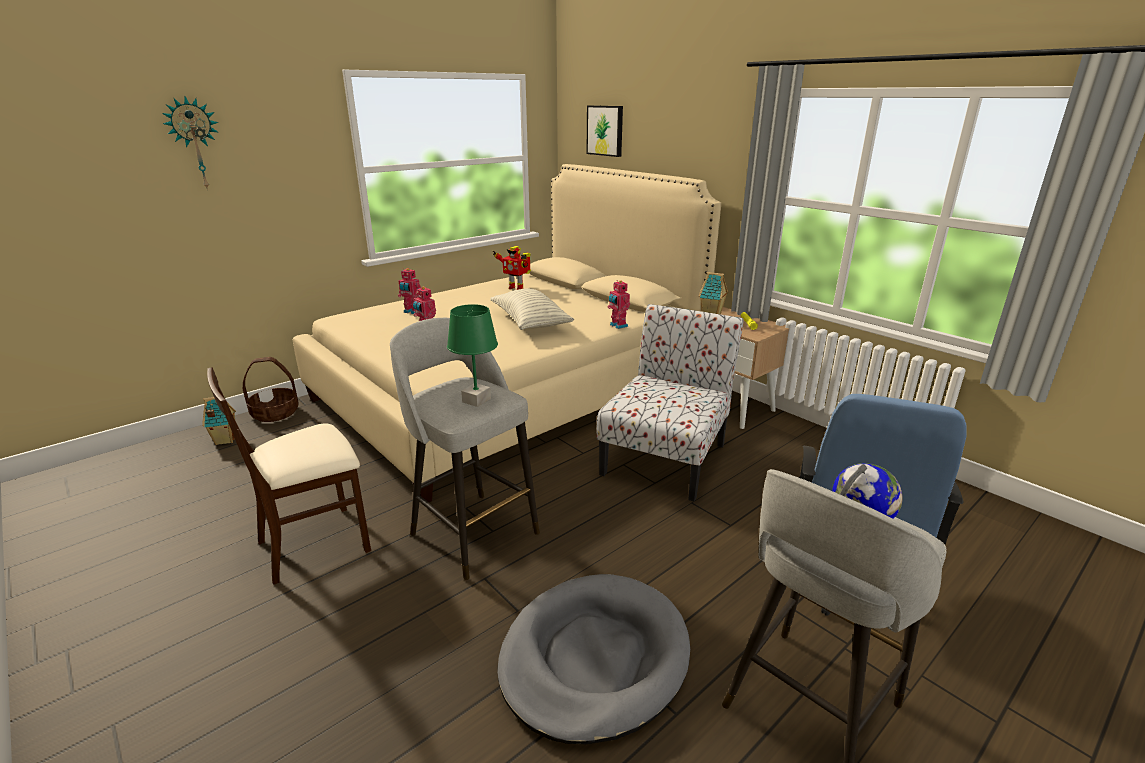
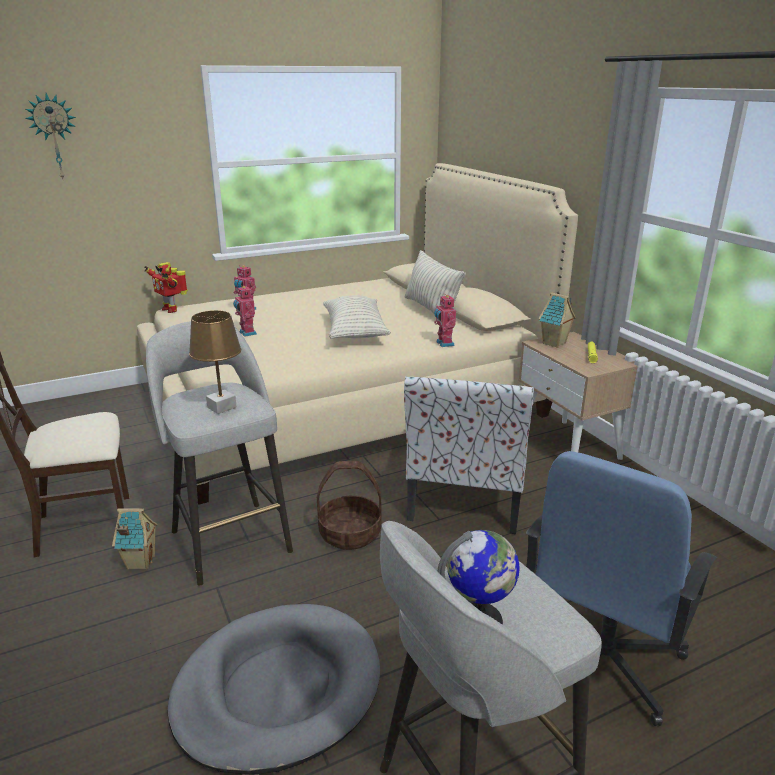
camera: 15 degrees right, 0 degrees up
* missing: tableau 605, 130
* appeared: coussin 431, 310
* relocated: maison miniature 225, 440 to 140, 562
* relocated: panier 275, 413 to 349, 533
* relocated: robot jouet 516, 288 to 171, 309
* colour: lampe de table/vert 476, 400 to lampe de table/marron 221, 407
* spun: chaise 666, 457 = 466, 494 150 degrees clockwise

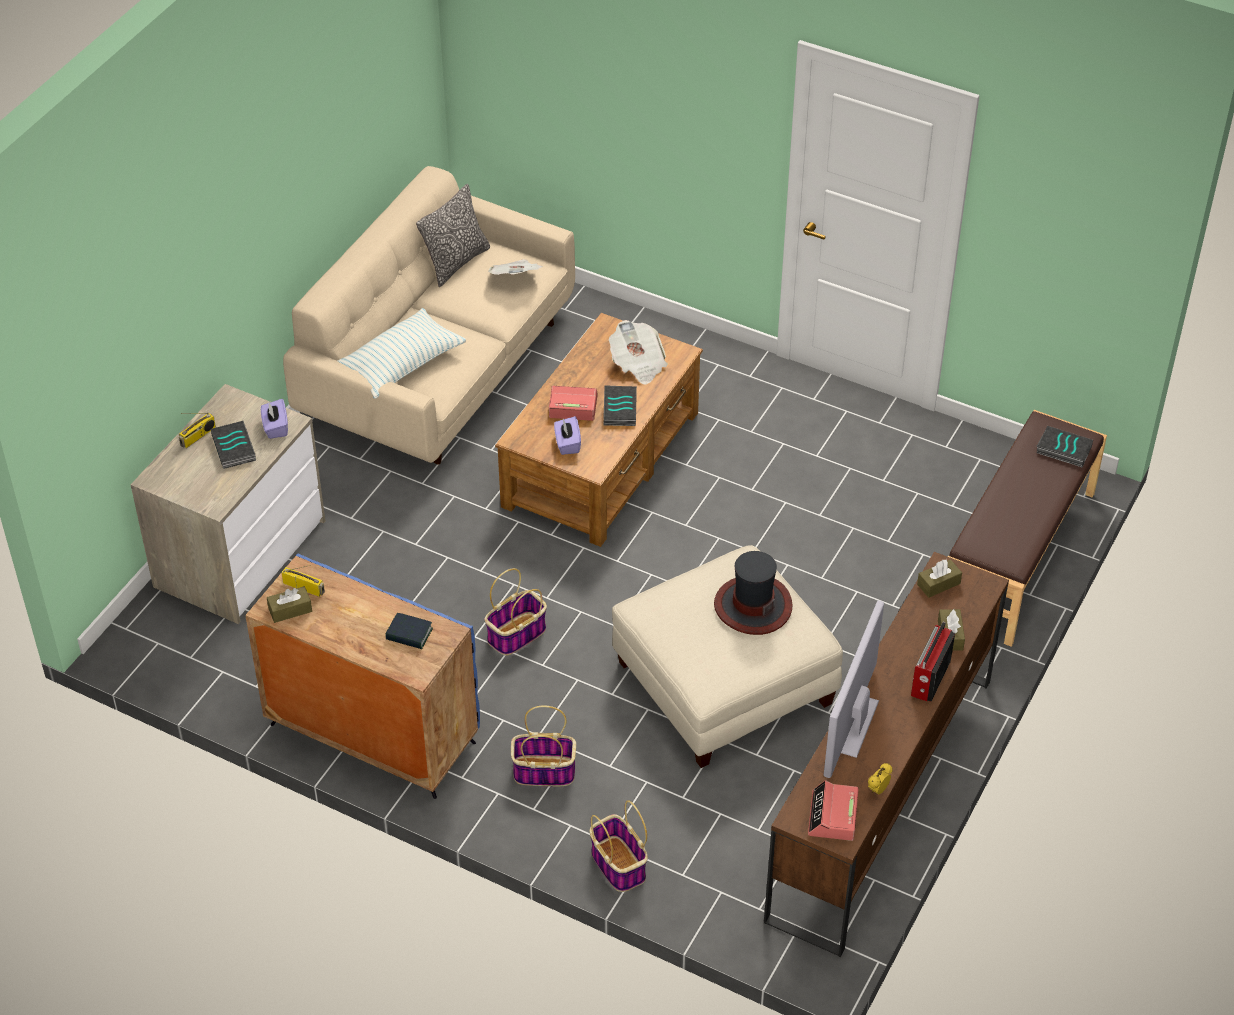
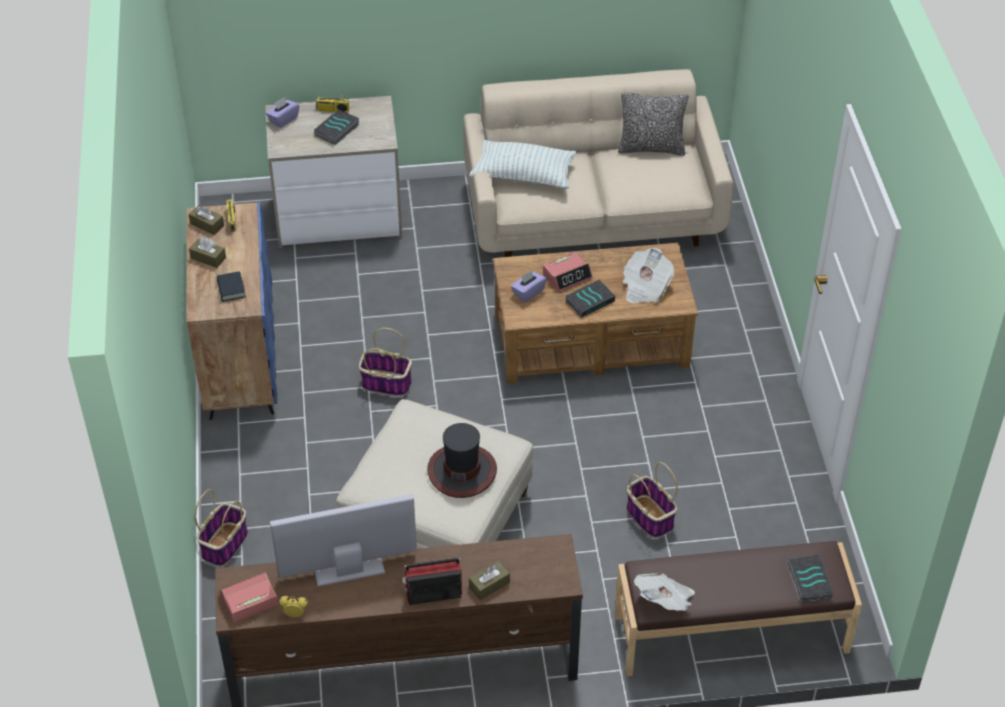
camera: 55 degrees right, 0 degrees up
* relocated: boîte à mouchoirs/violet 275, 427 to 283, 119
* relocated: journal 515, 278 to 665, 601
* relocated: panier 543, 772 to 649, 517
* relocated: boîte à mouchoirs/marron 938, 584 to 208, 258
* spun: réveil 572, 407 = 567, 276 90 degrees clockwise

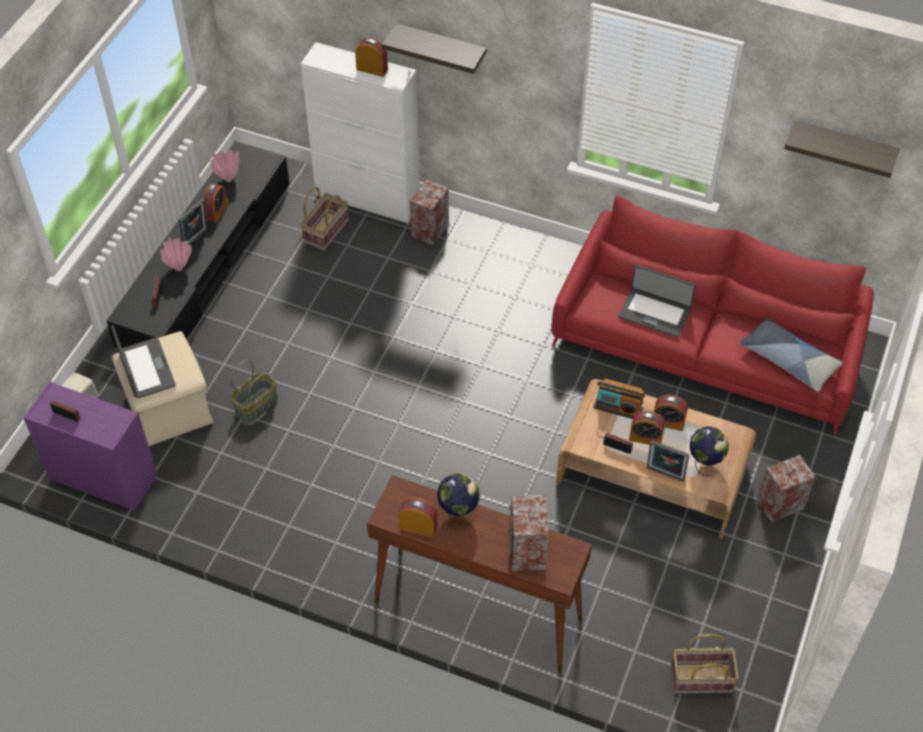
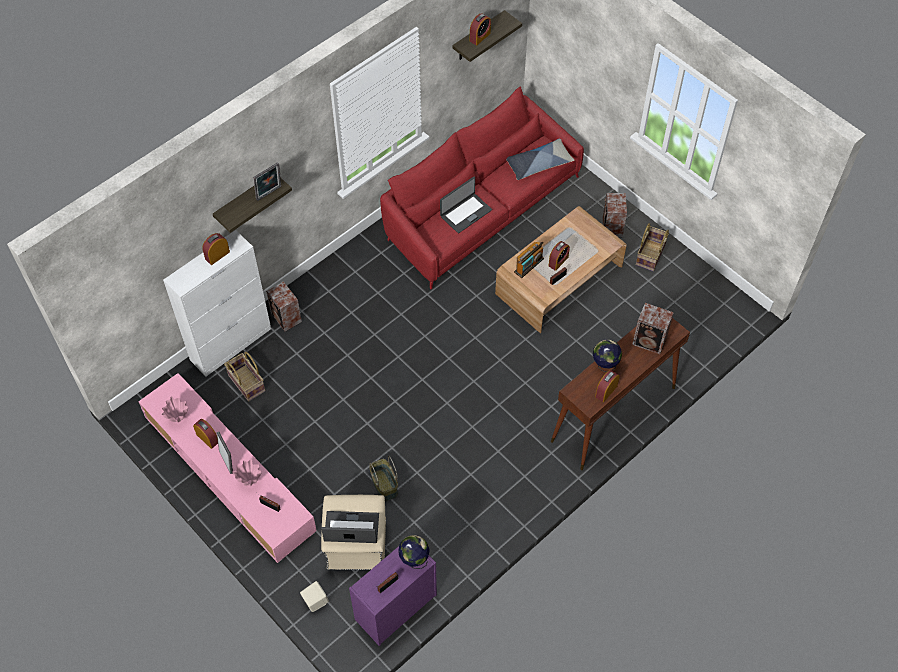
camera: 65 degrees left, 5 degrees up
* relocated: cadre photo 664, 475 to 269, 194
* relocated: réveil 668, 422 to 480, 37
* relocated: panier 701, 680 to 650, 255
* relocated: globe 705, 462 to 414, 560
* colour: meuble télé/noir 206, 263 to meuble télé/rose 228, 473

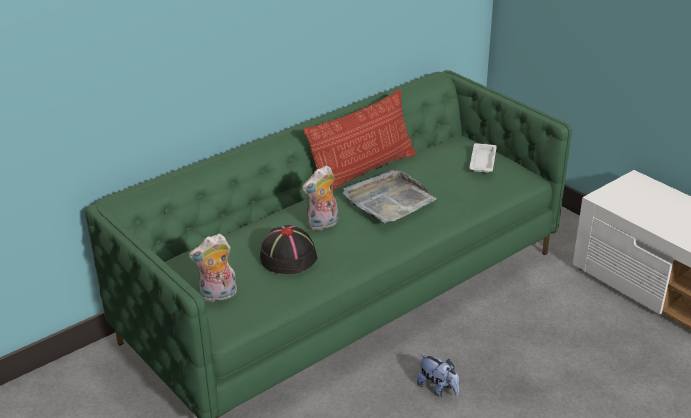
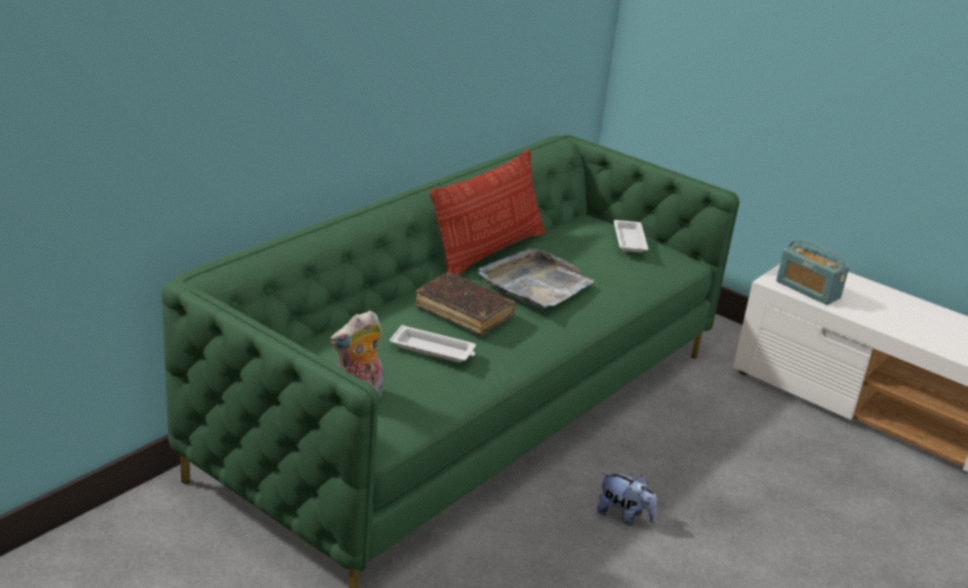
camera: 15 degrees left, 5 degrees down
* appeared: radio 807, 290
* exchanged: chapeau/noir 288, 257 to plateau/blanc 434, 349
* exchanged: peluche 322, 225 to livre/marron 464, 312

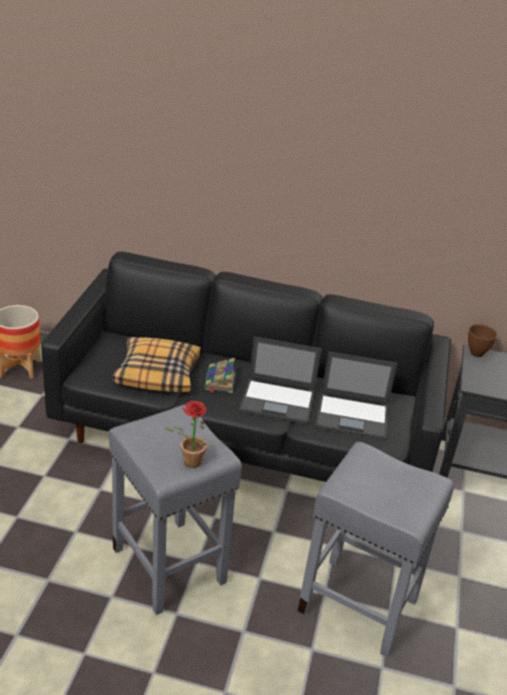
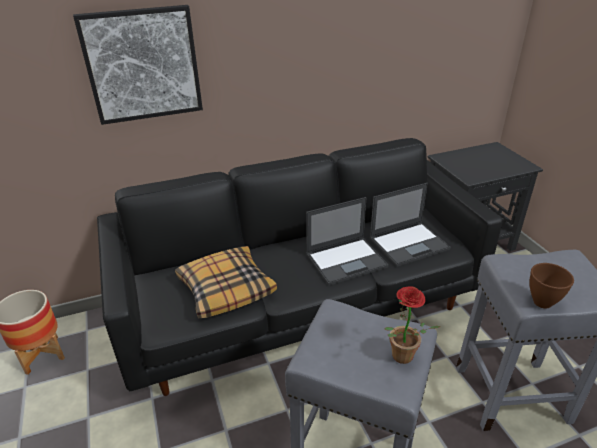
camera: 30 degrees left, 0 degrees up
* missing: livre 220, 382
* appeared: tableau 143, 65
* relocated: bol/marron 476, 353 to 543, 303

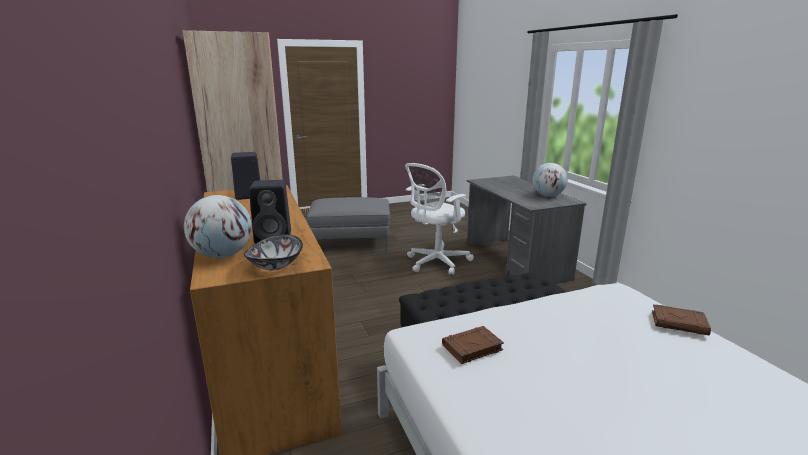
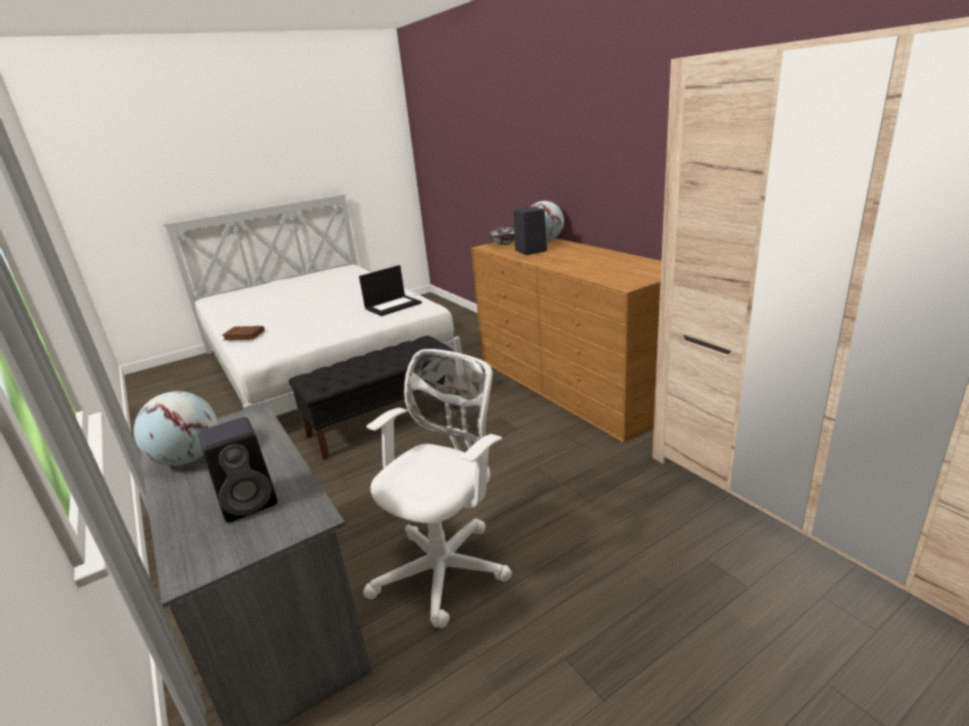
camera: 170 degrees right, 5 degrees up
* missing: pouf/gris 351, 243
* relocated: enceinte/noir 247, 196 to 251, 501
* exchanged: livre/marron 471, 348 to ordinateur portable 393, 305

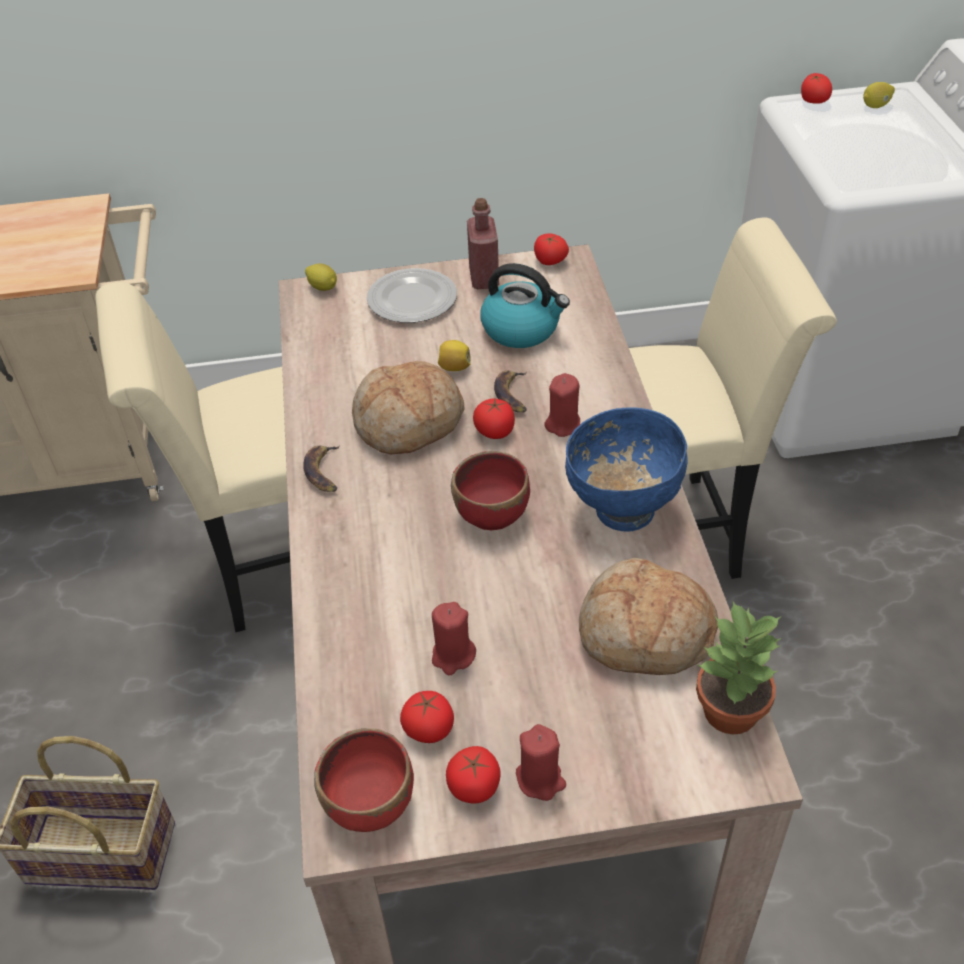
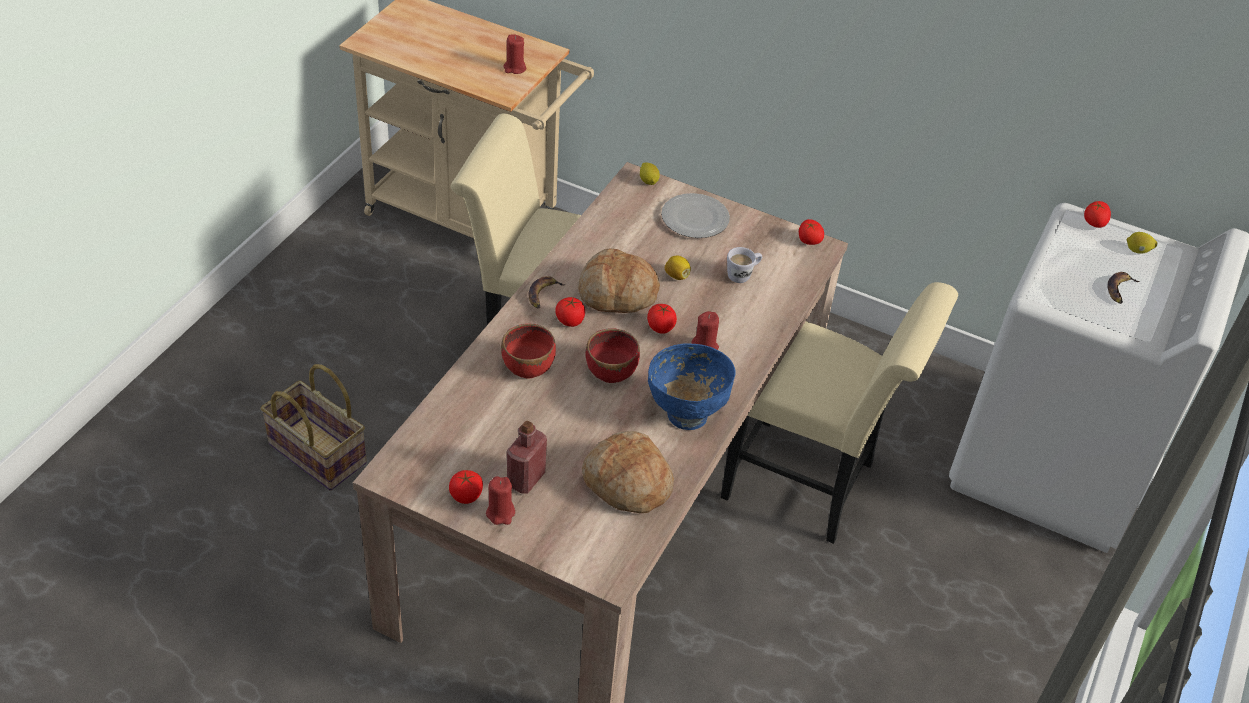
camera: 30 degrees right, 0 degrees up
* missing: plante en pot 731, 713
* relocated: bol/rouge 370, 803 to 528, 367
* relocated: tomate 429, 729 to 570, 320
* relocated: bougie/rouge 453, 656 to 514, 68
* relocated: bouteille/rouge 484, 278 to 526, 479
* relocated: banane 512, 395 to 1119, 290
* exchanged: bouilloire 522, 329 to mug/blanc 743, 275

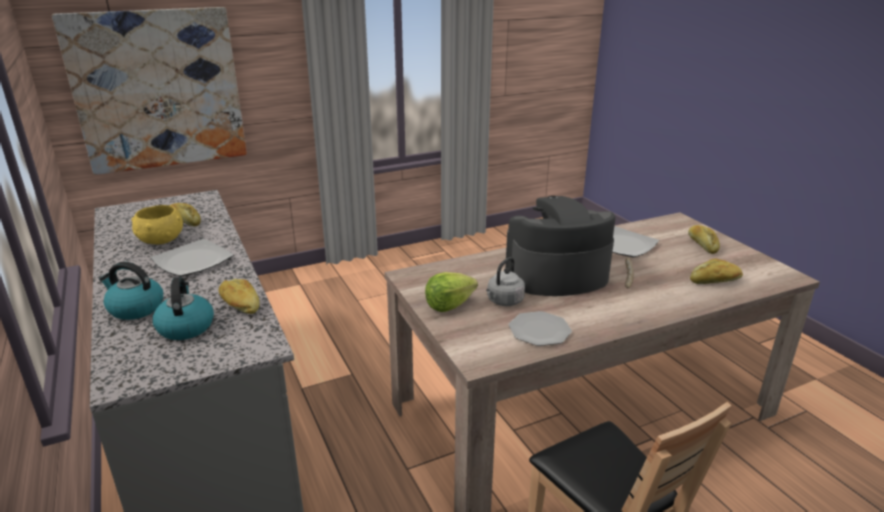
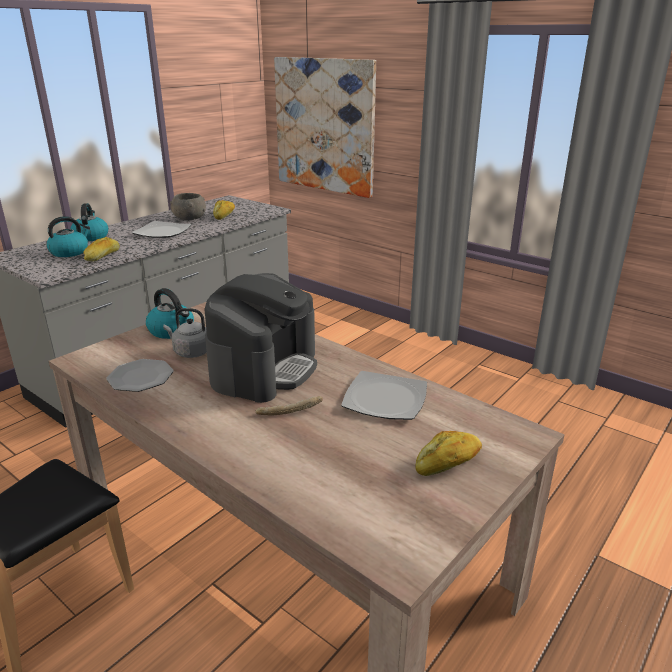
camera: 65 degrees right, 0 degrees up
* missing: pain 715, 281
* exchanged: laitue 449, 305 to bouilloire 172, 330
* colour: bol/jaune 160, 240 to bol/gris 189, 218
* spun: machine à café 556, 275 = 264, 368 60 degrees clockwise

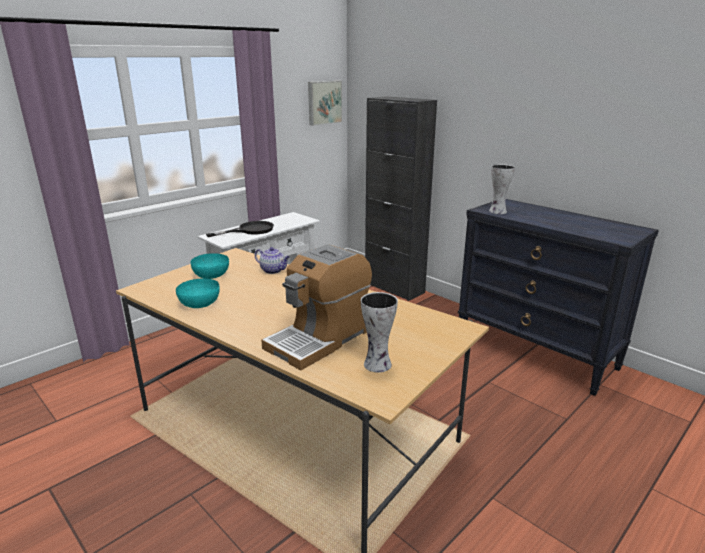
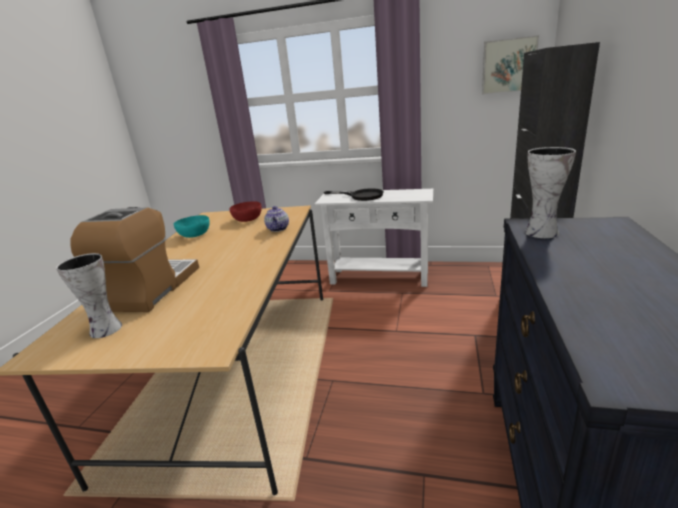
camera: 60 degrees right, 0 degrees up
* colour: bol/turquoise 212, 275 to bol/rouge 248, 219
* spun: machine à café 319, 339 = 151, 289 90 degrees clockwise

